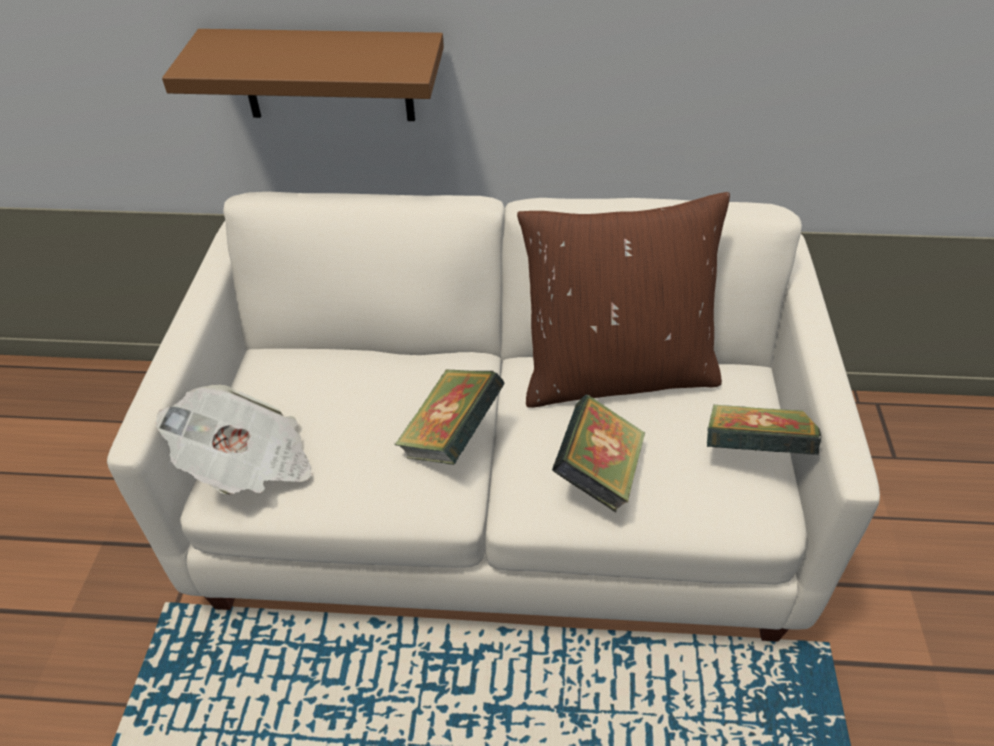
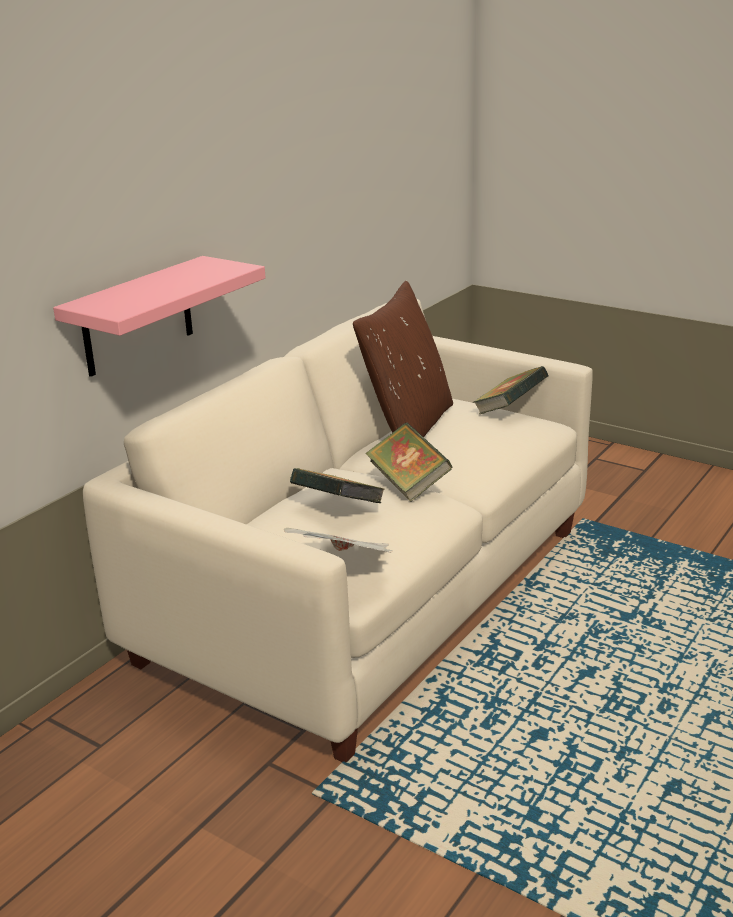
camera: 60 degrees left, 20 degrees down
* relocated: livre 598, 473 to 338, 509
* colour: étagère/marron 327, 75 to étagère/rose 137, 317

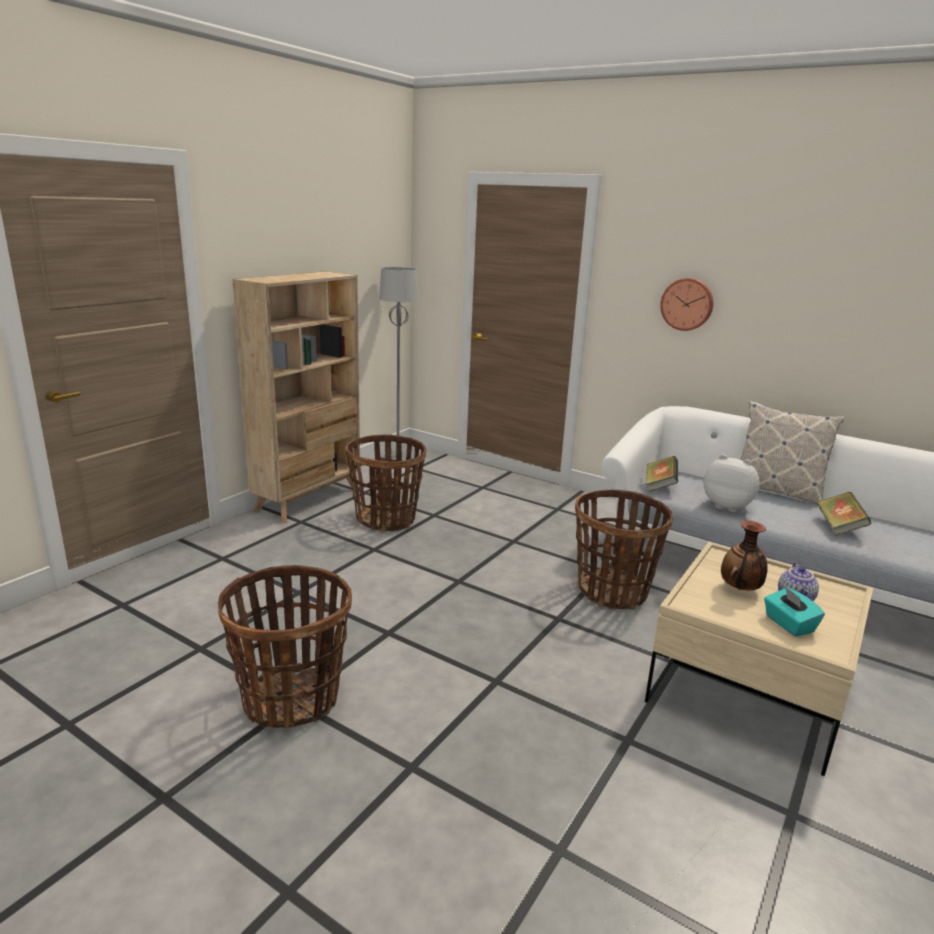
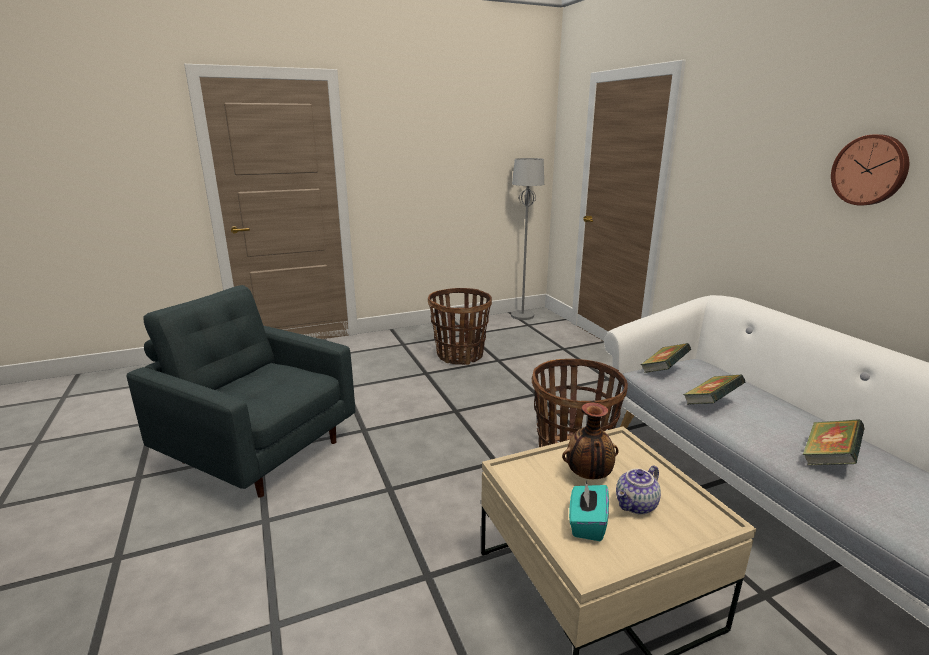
camera: 35 degrees right, 0 degrees up
* missing: bibliothèque/beige 309, 500
* missing: coussin 776, 491
* relocated: horloge murale 687, 304 to 870, 170
* exchanged: panier 291, 699 to fauteuil/gris 259, 450
* exchanged: peluche 727, 506 to livre 710, 403

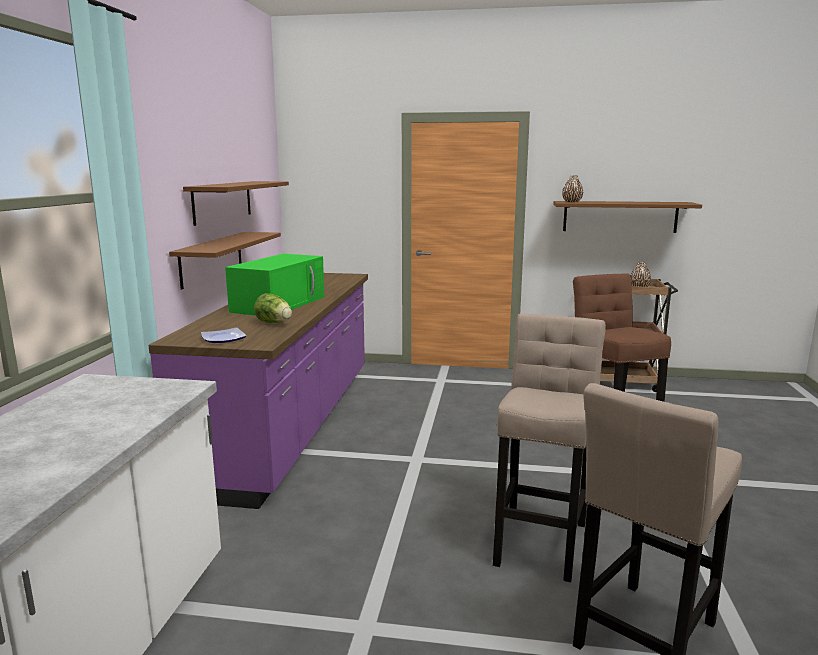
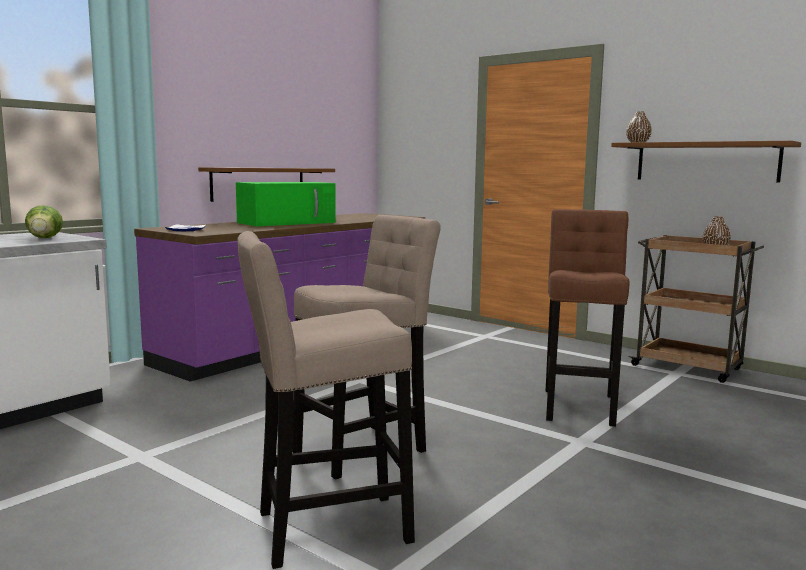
camera: 30 degrees right, 5 degrees down
* missing: étagère/marron 223, 201
* relocated: laitue 274, 323 to 44, 238

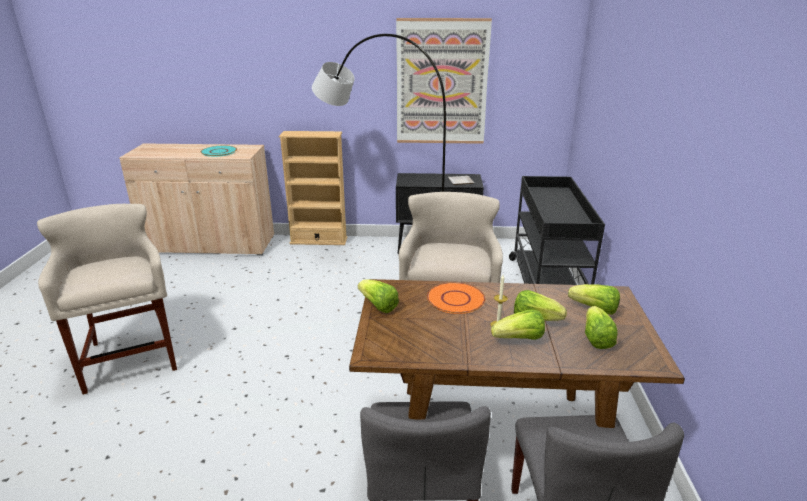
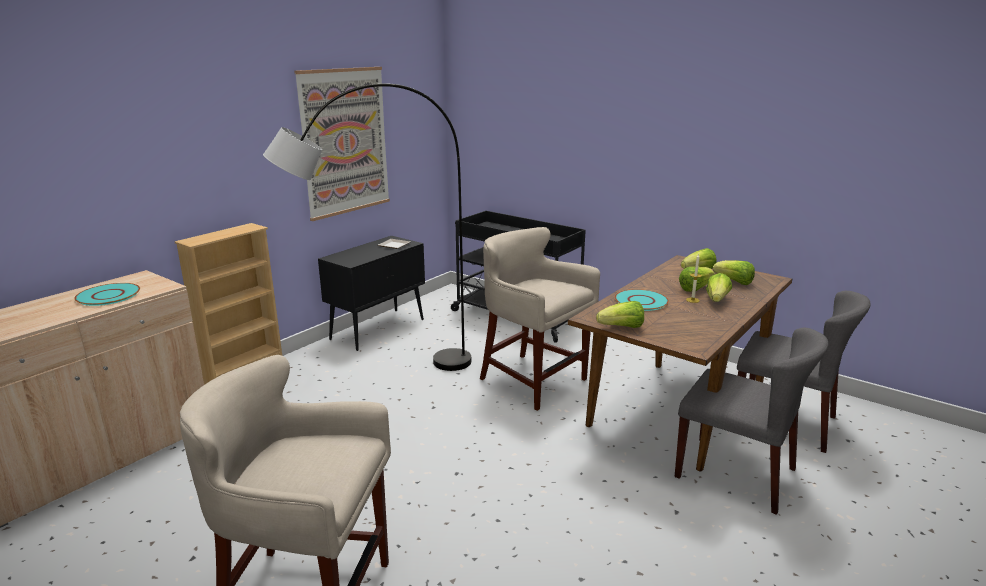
camera: 55 degrees left, 5 degrees down
* colour: assiette/orange 456, 299 to assiette/turquoise 641, 301

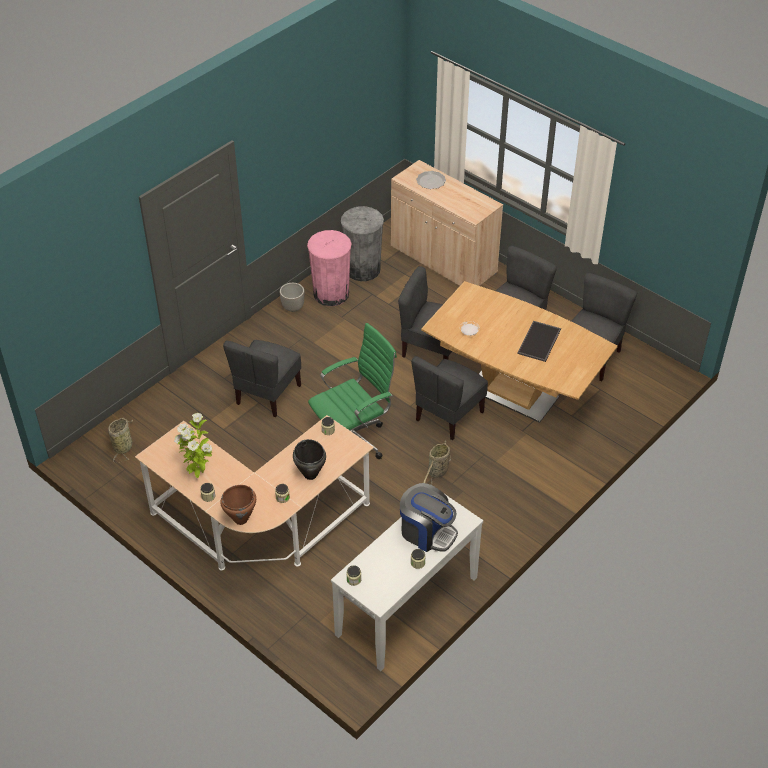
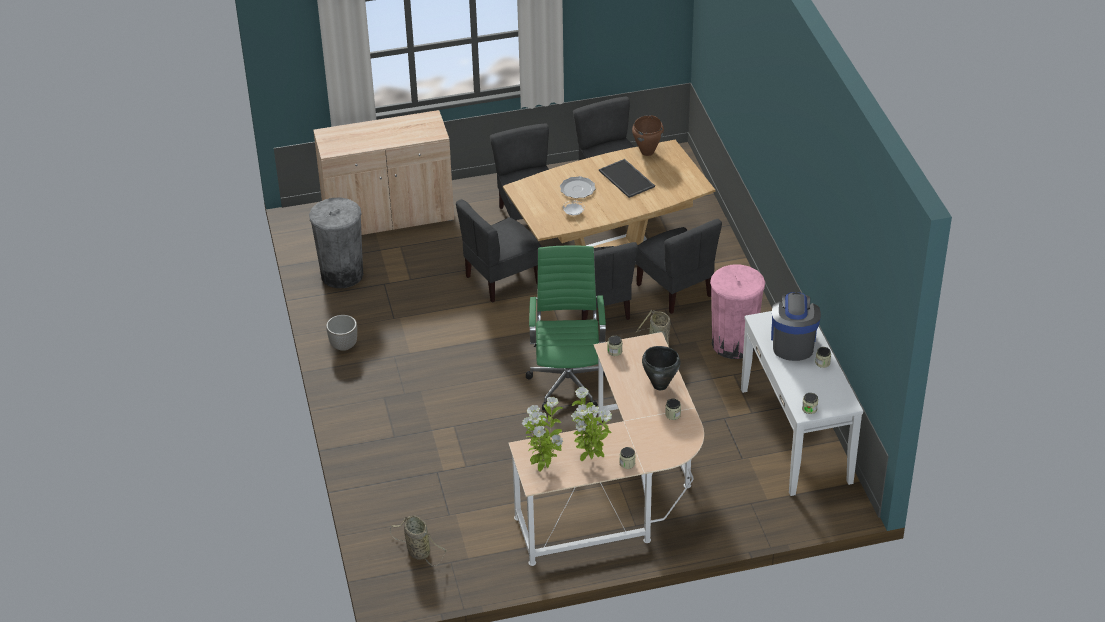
camera: 55 degrees left, 5 degrees down
* appeared: plante en pot 543, 467
* relocated: marmite/marron 241, 519 to 647, 152
* relocated: chaise/gris 267, 394 to 675, 290
* relocated: poubelle/rose 331, 294 to 734, 344
* relocated: assiette 430, 181 to 577, 189
* spun: machine à café 427, 532 = 793, 342 60 degrees counterclockwise

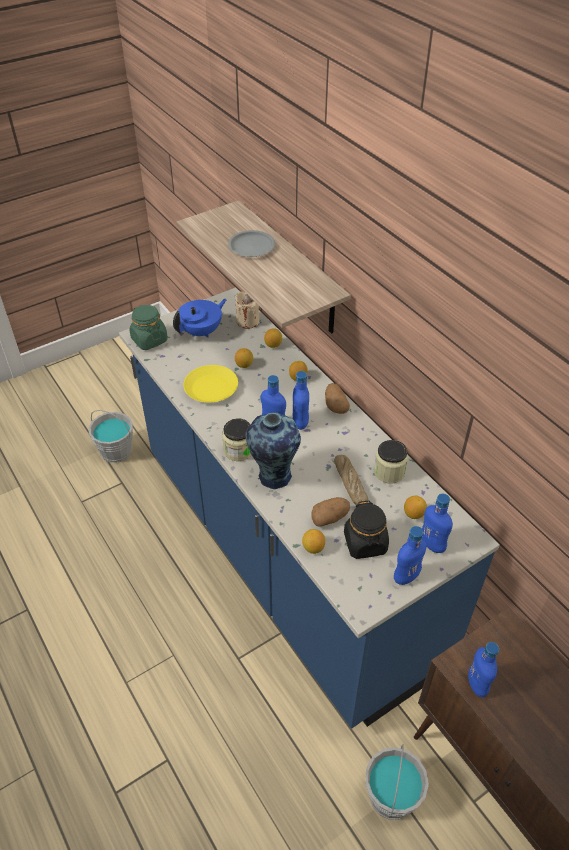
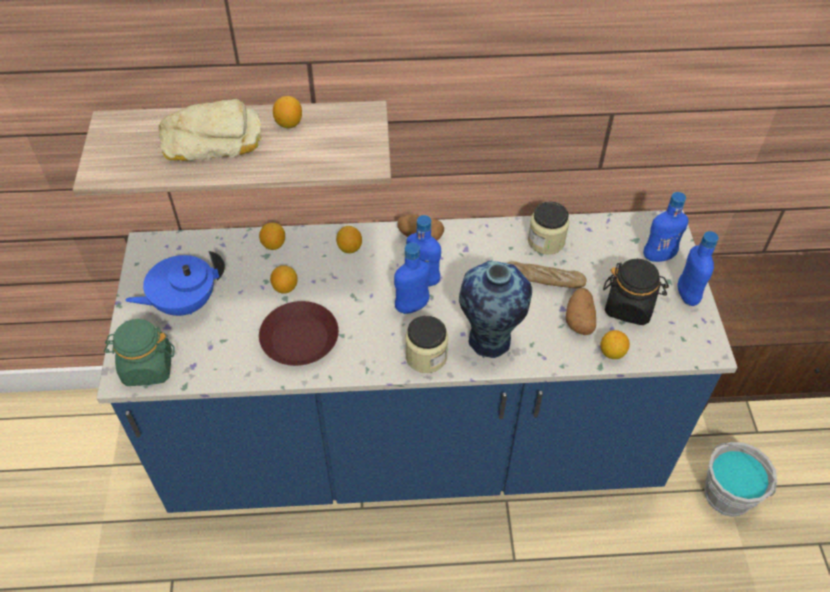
camera: 60 degrees left, 5 degrees up
* missing: seau/gris 116, 451
* missing: bougie/beige 247, 321
* missing: bouteille/bleu 477, 684
* relocated: citron 413, 514 to 289, 123
* exchanged: assiette/gris 251, 247 to pain 213, 140
* colour: assiette/jaune 210, 388 to assiette/marron 299, 339
* spun: théière/bleu 202, 331 = 184, 303 105 degrees counterclockwise

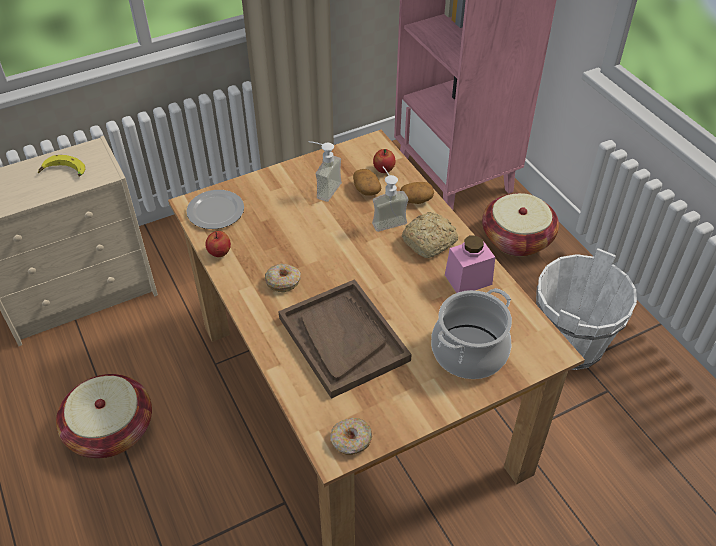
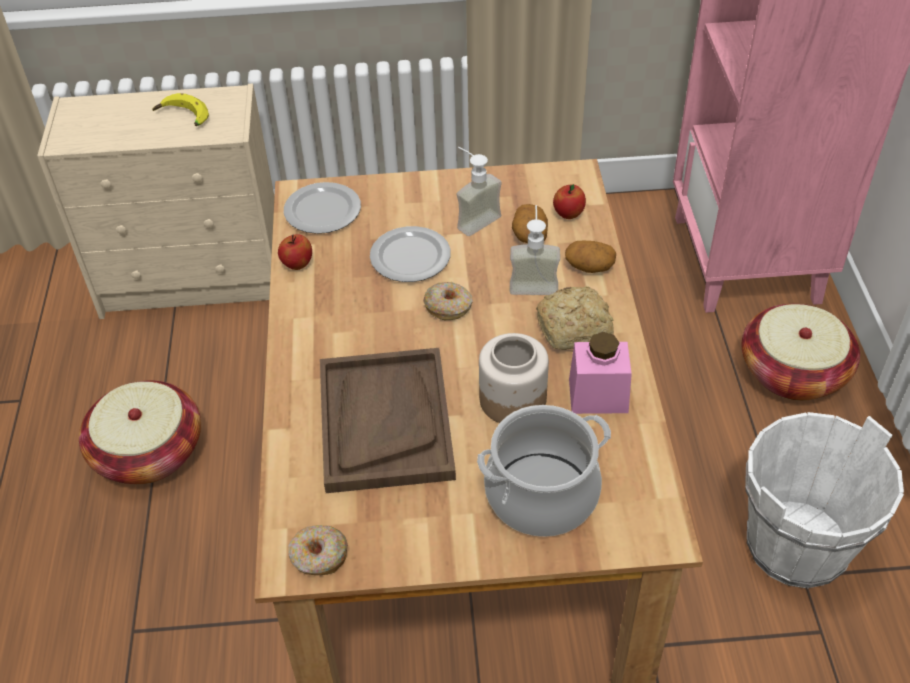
camera: 25 degrees right, 0 degrees up
* appeared: assiette 411, 256
* appeared: bocal 511, 400
* relocated: beignet 283, 281 to 448, 306

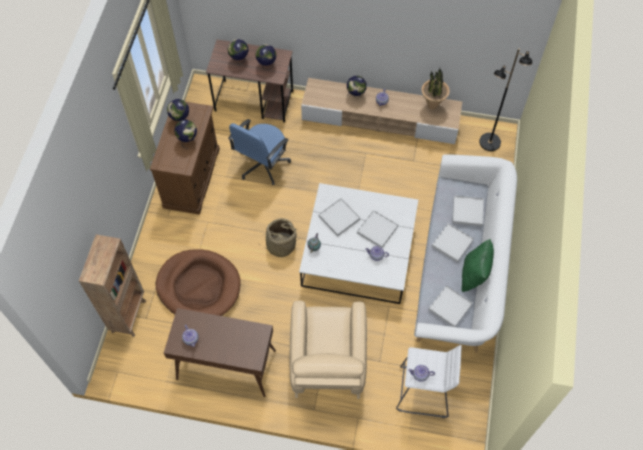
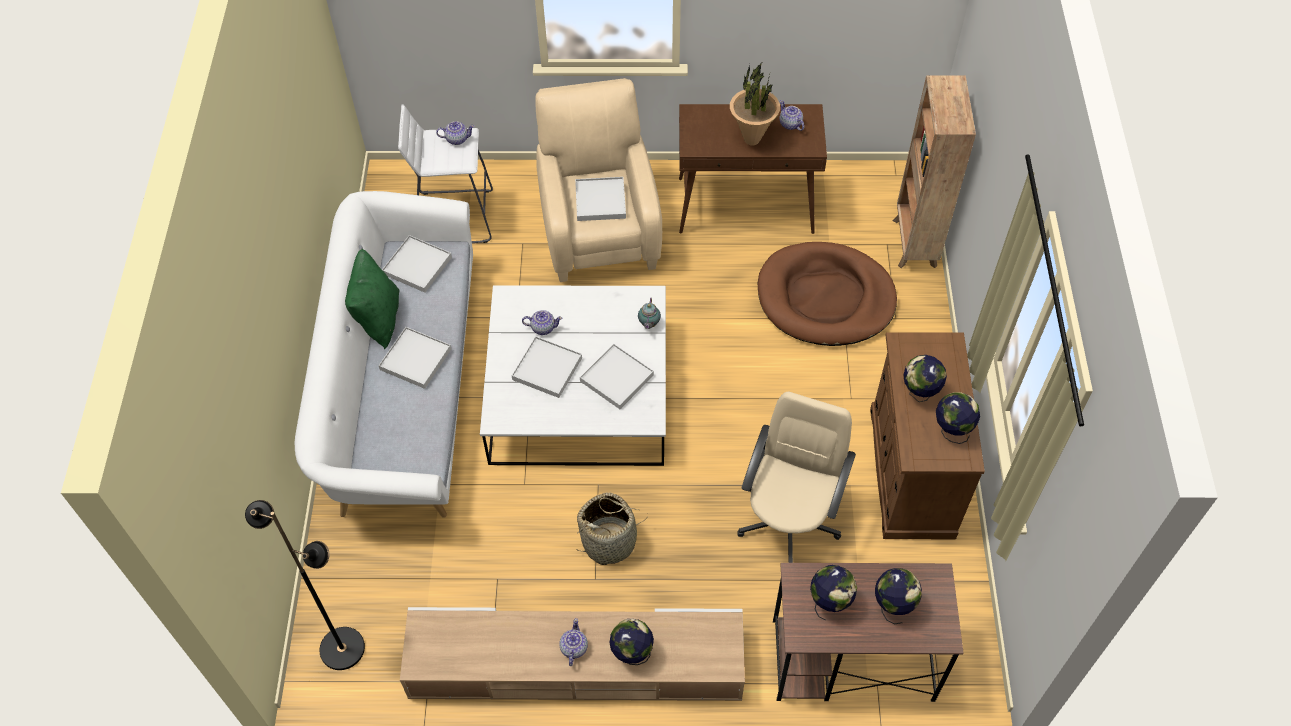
camera: 170 degrees right, 5 degrees down
* relocated: panier 281, 245 to 609, 541
* relocated: plante en pot 432, 106 to 751, 139
* relocated: plateau/blanc 467, 212 to 600, 201
* colour: chaise de bureau/bleu 262, 164 to chaise de bureau/beige 789, 520

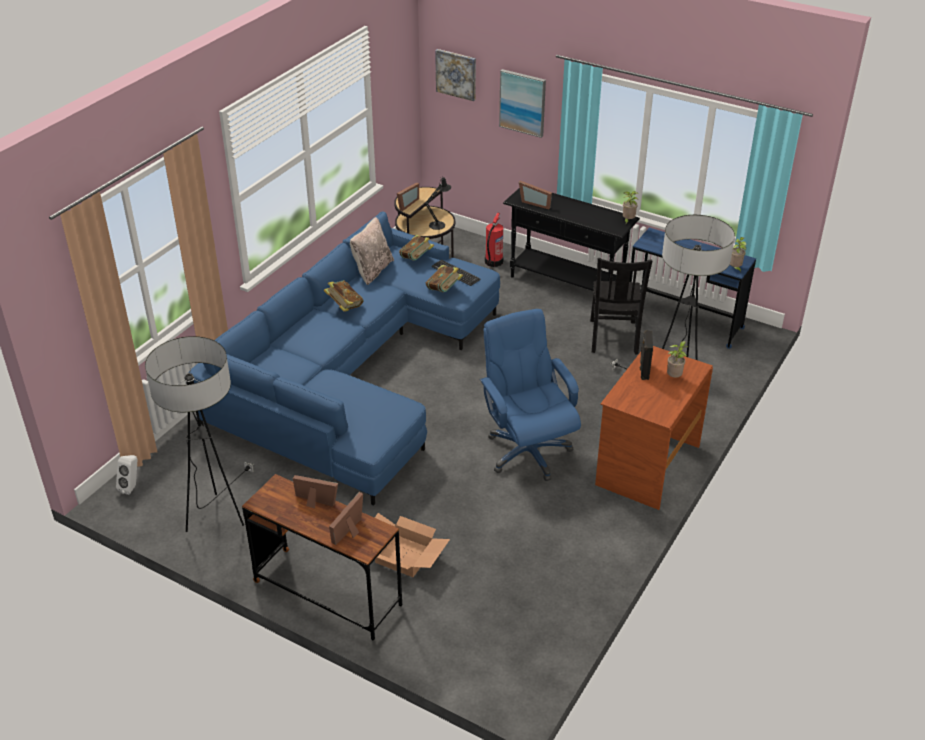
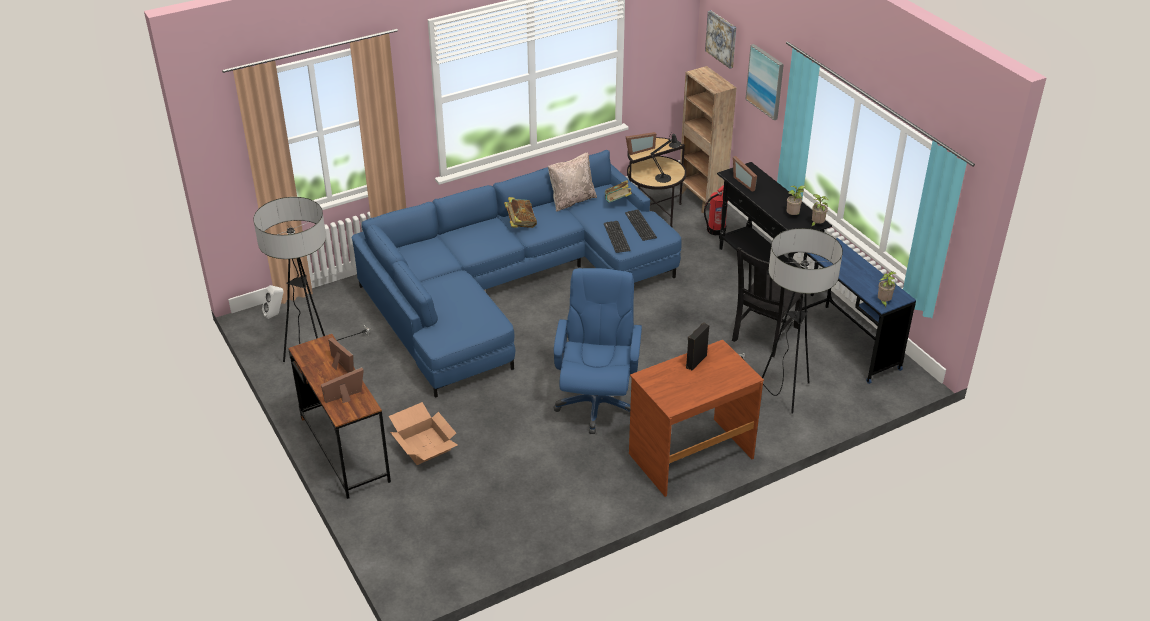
camera: 30 degrees right, 0 degrees up
* appeared: bibliothèque/marron 701, 200
* relocated: plante en pot 674, 377 to 793, 216
* exchanged: livre 444, 290 to clavier 616, 237

